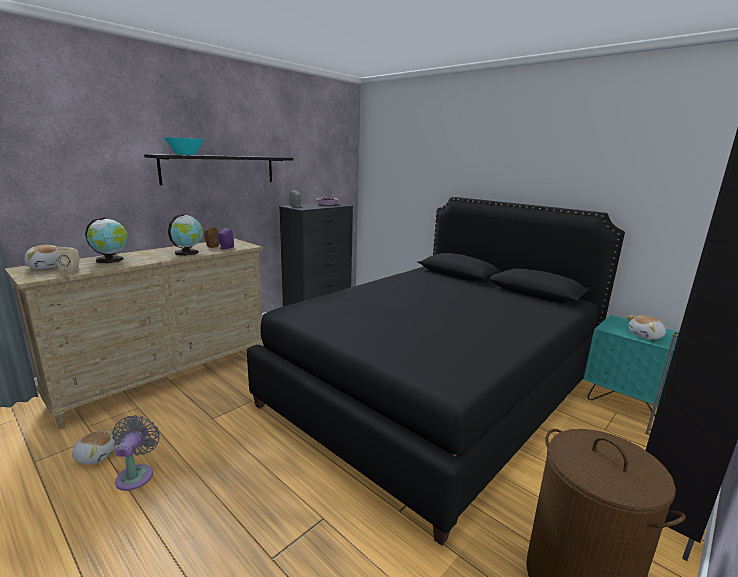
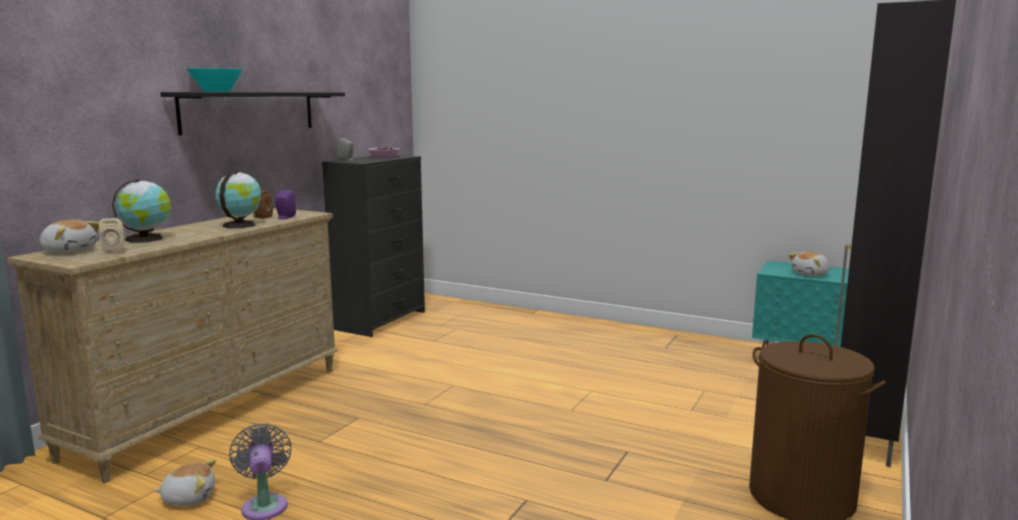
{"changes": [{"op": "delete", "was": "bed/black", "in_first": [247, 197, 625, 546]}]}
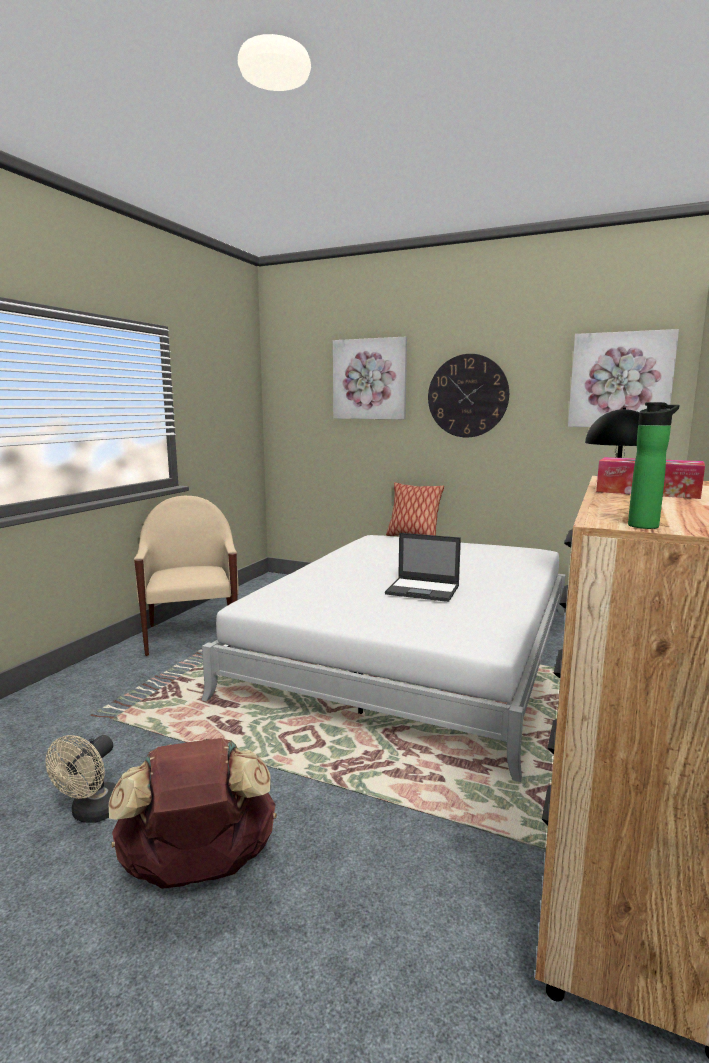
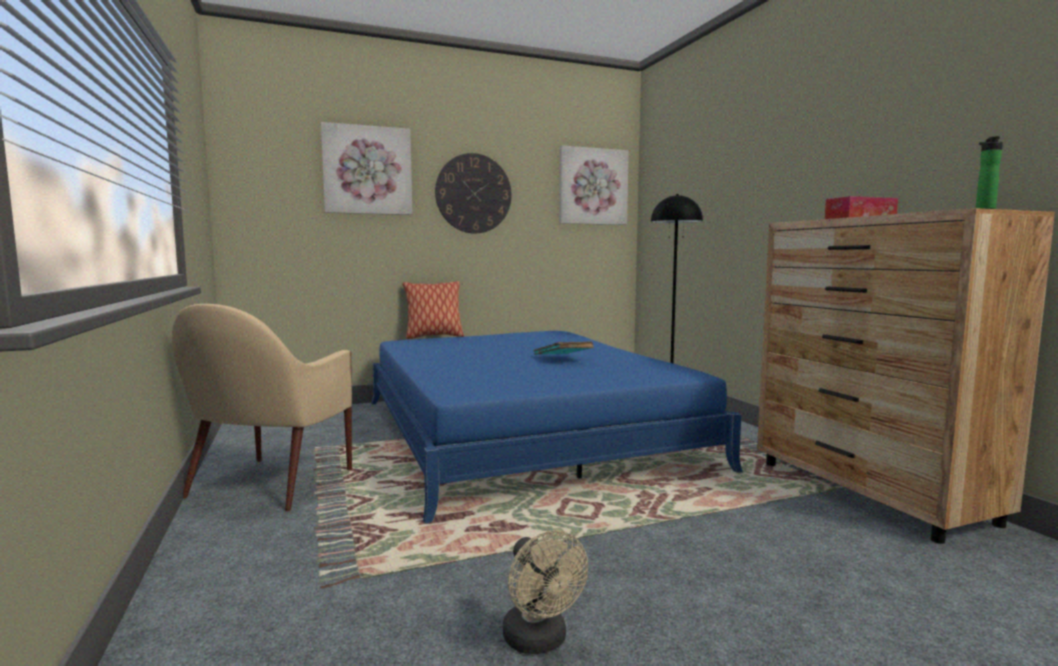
{"changes": [{"op": "rotate", "was": "armchair/beige", "in_first": [134, 496, 238, 656], "in_second": [172, 304, 352, 512], "clockwise": -105}, {"op": "replace", "was": "laptop", "now": "book/turquoise", "in_first": [385, 533, 461, 602], "in_second": [533, 341, 594, 355]}, {"op": "recolor", "was": "bed/white", "now": "bed/blue", "in_first": [201, 535, 566, 782], "in_second": [371, 331, 743, 523]}, {"op": "delete", "was": "backpack/brown", "in_first": [109, 738, 277, 889]}]}
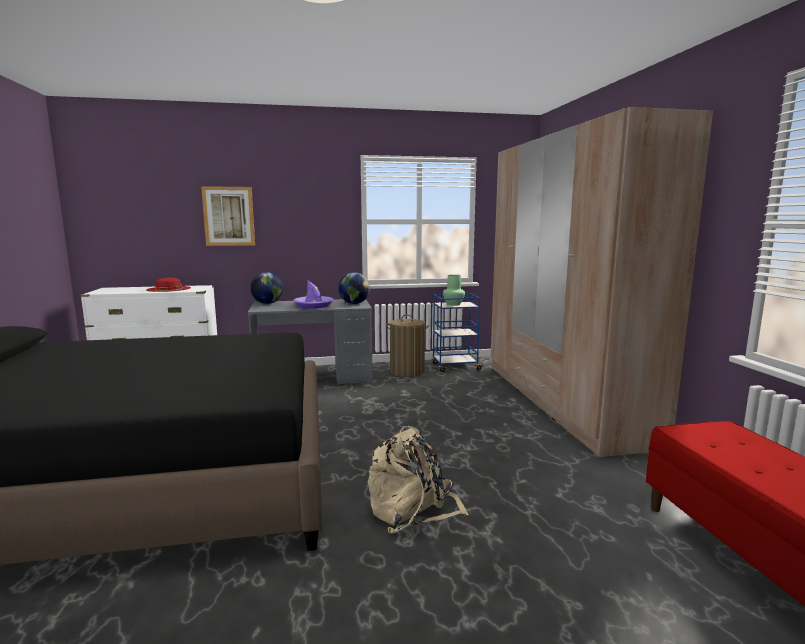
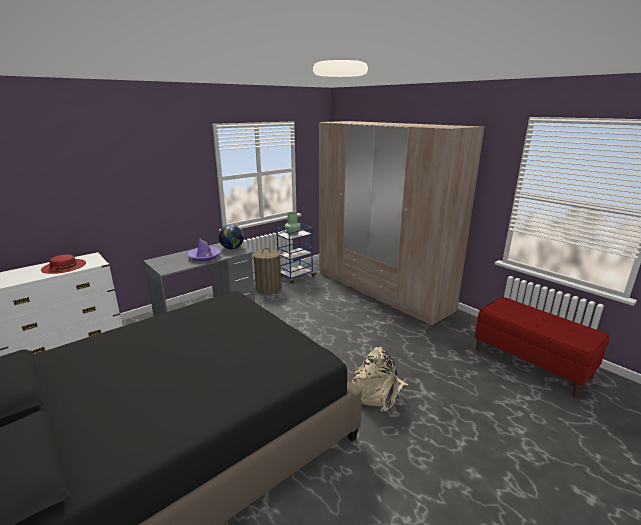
{"changes": [{"op": "delete", "was": "picture", "in_first": [201, 186, 255, 246]}, {"op": "delete", "was": "globe", "in_first": [250, 272, 283, 304]}]}
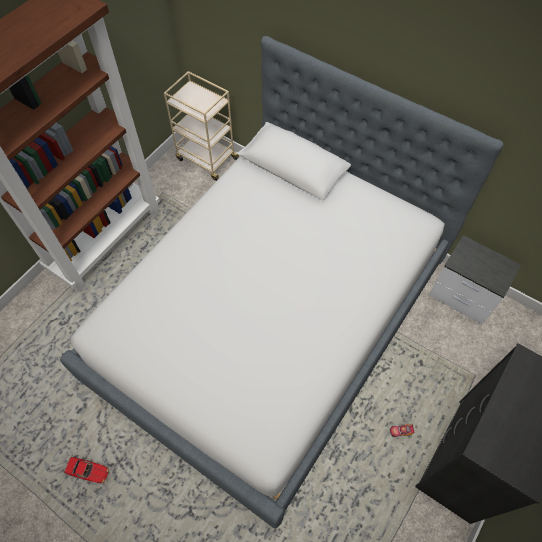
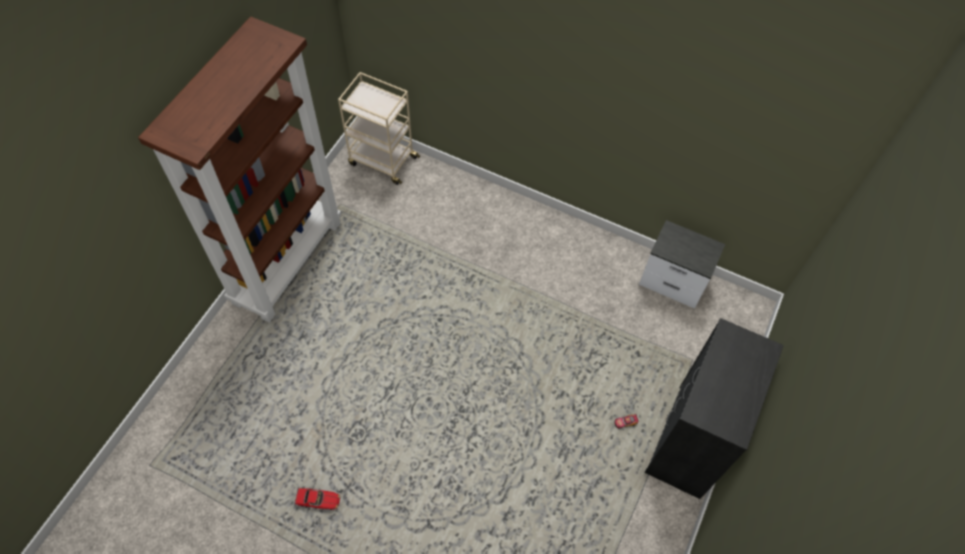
{"changes": [{"op": "delete", "was": "bed", "in_first": [60, 36, 504, 529]}]}
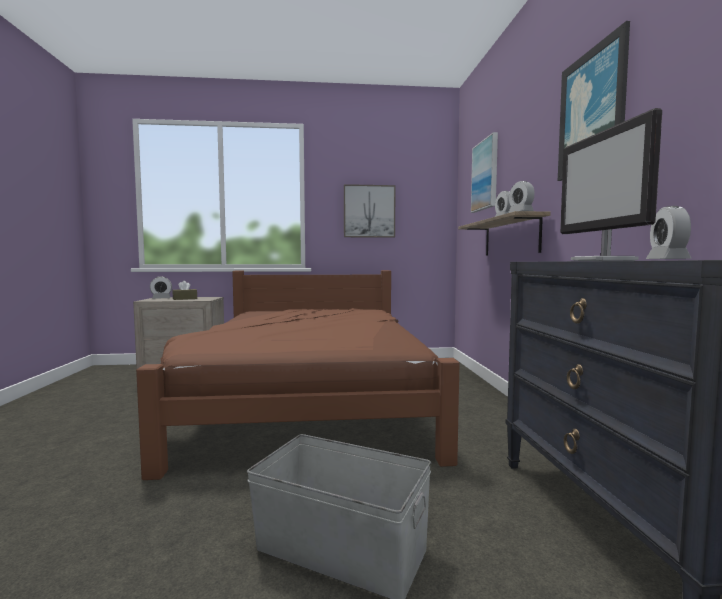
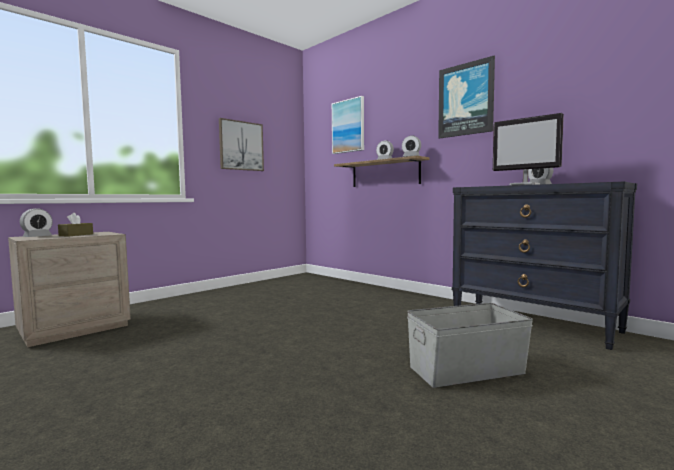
{"changes": [{"op": "delete", "was": "bed/brown", "in_first": [136, 270, 460, 480]}]}
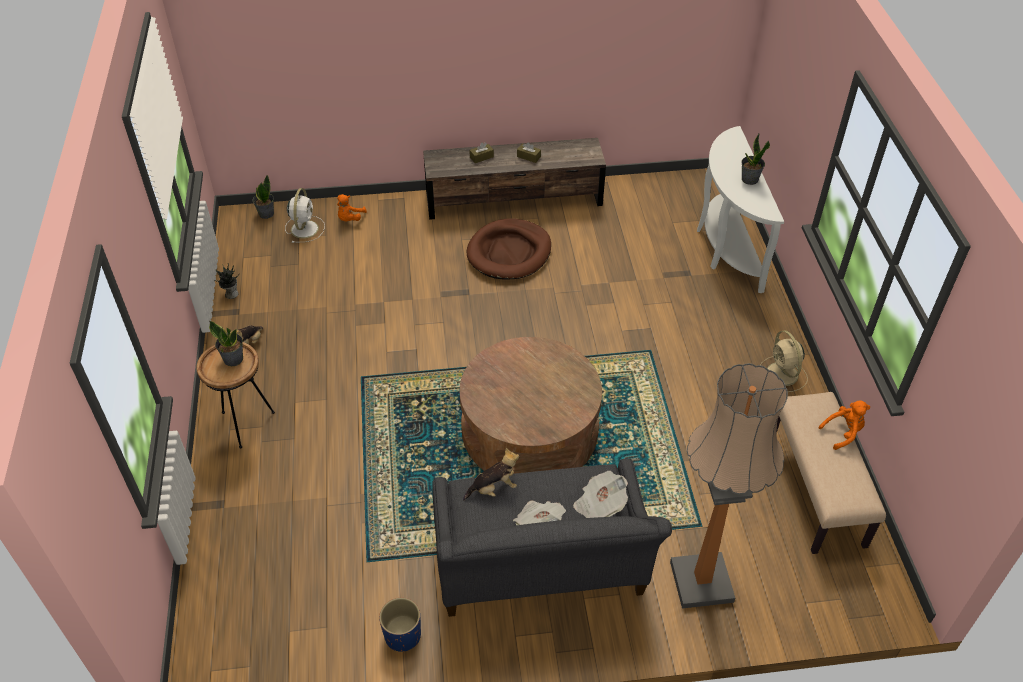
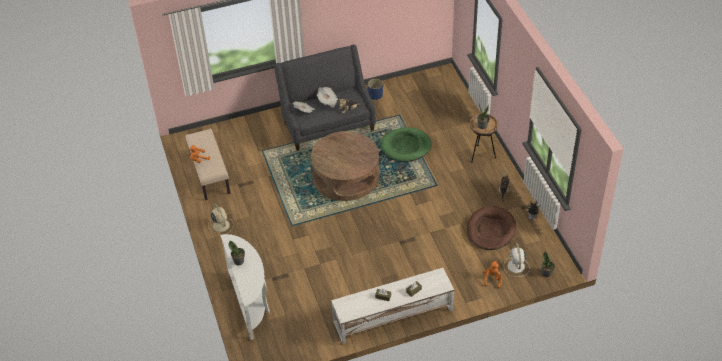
{"changes": [{"op": "recolor", "was": "tv stand/brown", "now": "tv stand/white", "in_first": [423, 138, 606, 220], "in_second": [331, 268, 454, 344]}, {"op": "move", "was": "dog bed/brown", "in_first": [467, 219, 551, 280], "in_second": [467, 206, 516, 250]}, {"op": "delete", "was": "floor lamp", "in_first": [670, 363, 788, 609]}, {"op": "insert", "now": "dog bed/green", "in_second": [381, 127, 432, 162]}]}
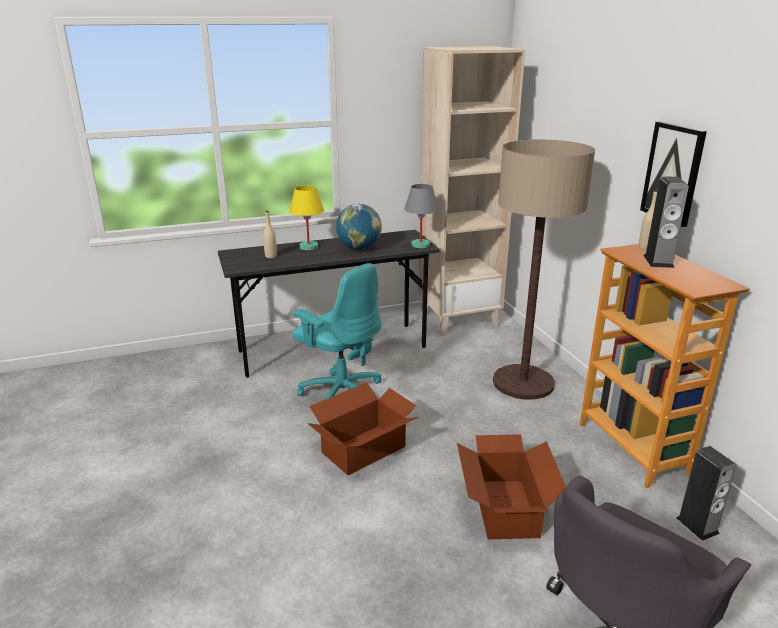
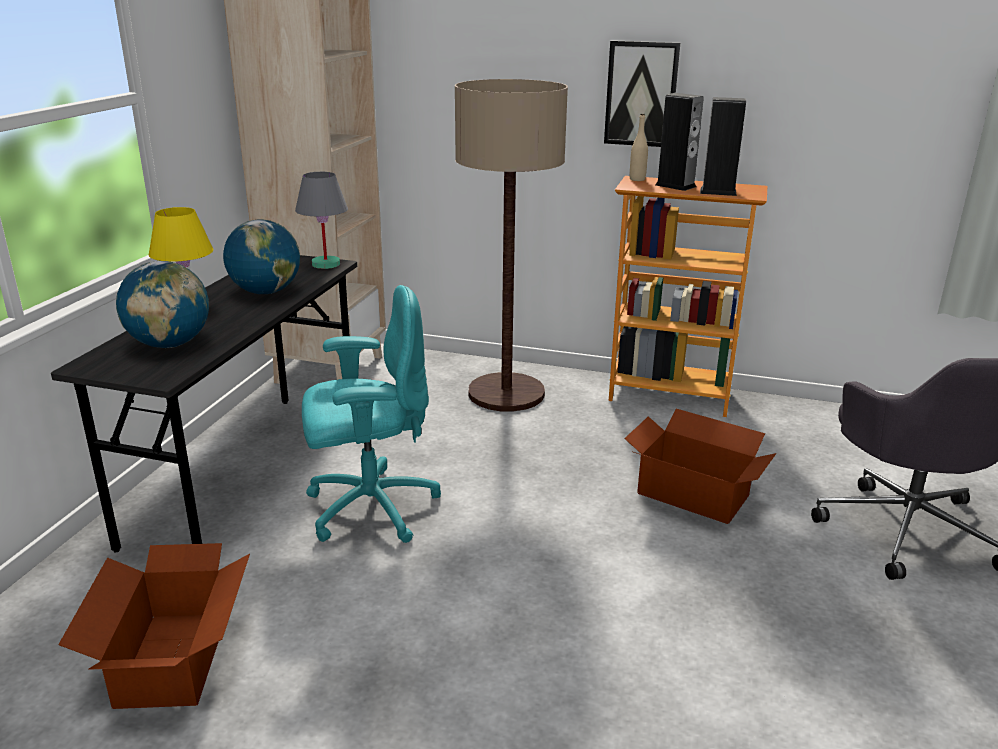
{"changes": [{"op": "replace", "was": "bottle/beige", "now": "globe", "in_first": [263, 211, 277, 258], "in_second": [116, 261, 209, 348]}, {"op": "move", "was": "cardboard box", "in_first": [307, 383, 418, 476], "in_second": [58, 543, 250, 709]}, {"op": "move", "was": "speaker", "in_first": [676, 446, 737, 541], "in_second": [700, 97, 746, 196]}]}
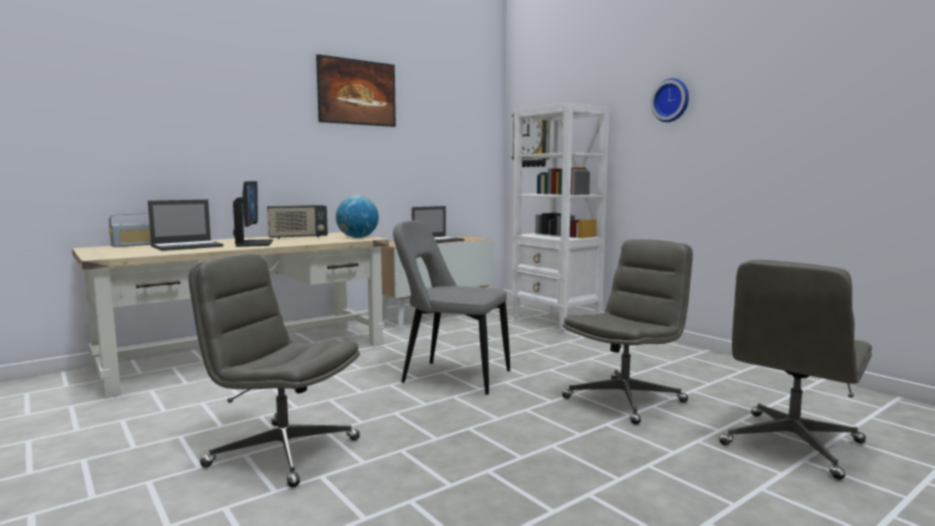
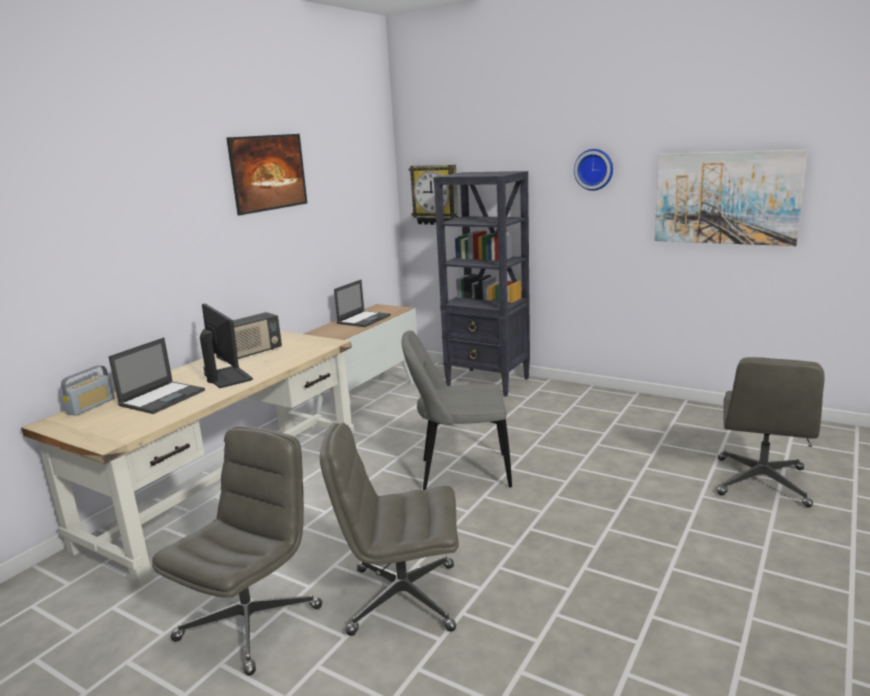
{"changes": [{"op": "recolor", "was": "bookcase/white", "now": "bookcase/black", "in_first": [512, 102, 609, 334], "in_second": [433, 171, 530, 397]}, {"op": "delete", "was": "globe", "in_first": [336, 195, 379, 238]}, {"op": "move", "was": "office chair/grey", "in_first": [562, 239, 693, 425], "in_second": [152, 426, 322, 676]}, {"op": "insert", "now": "picture", "in_second": [655, 150, 808, 246]}]}
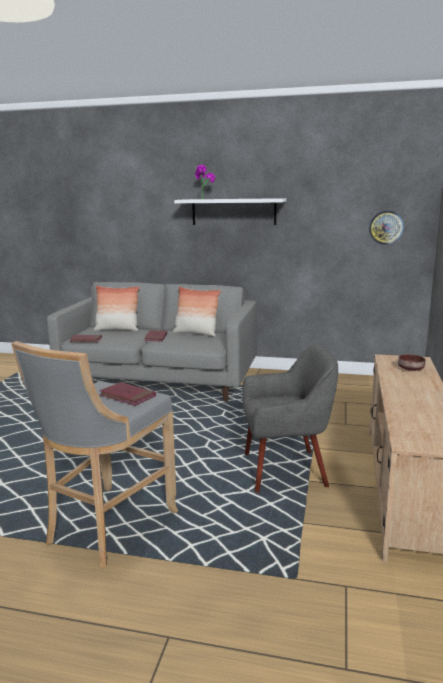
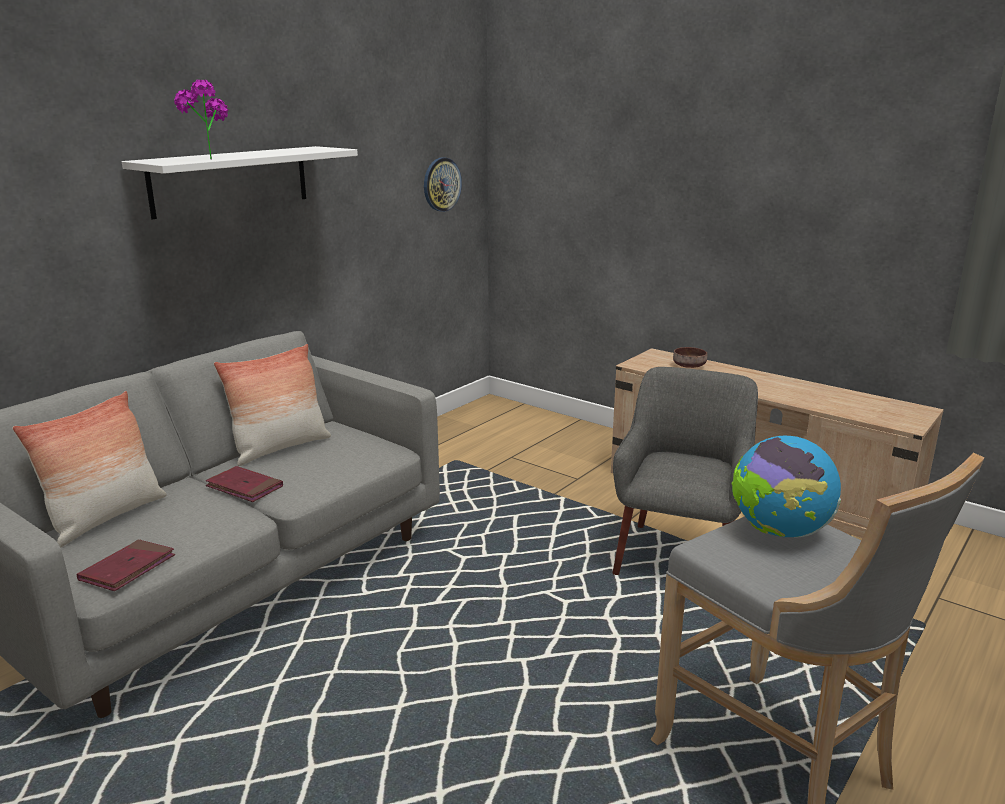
{"changes": [{"op": "replace", "was": "book/red", "now": "globe", "in_first": [99, 382, 156, 406], "in_second": [731, 436, 841, 538]}]}
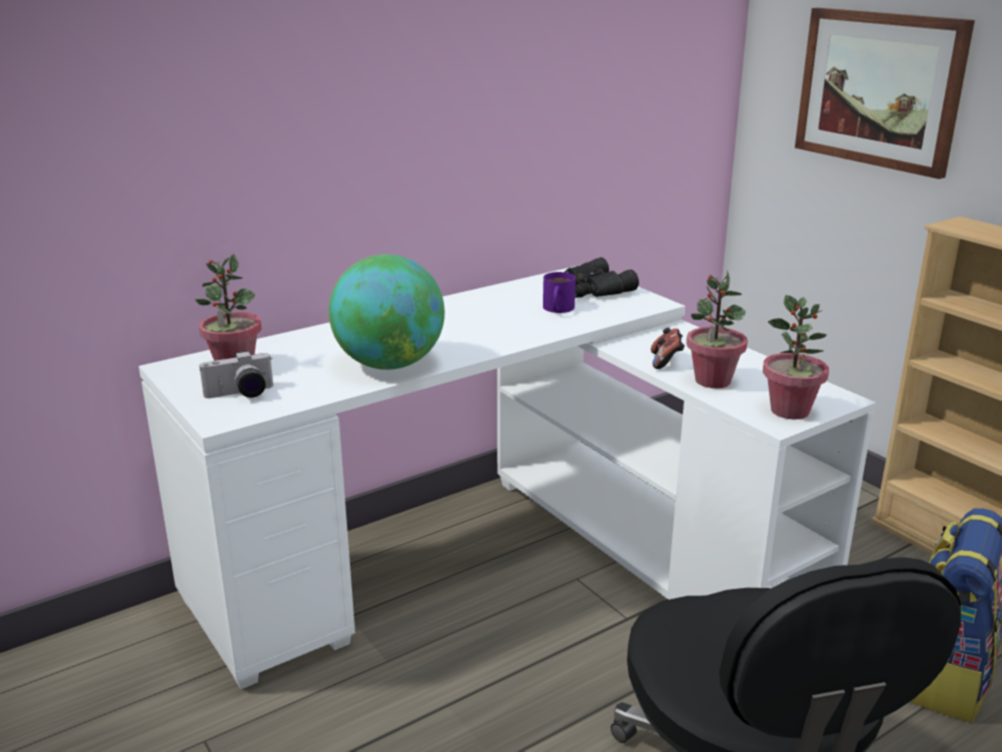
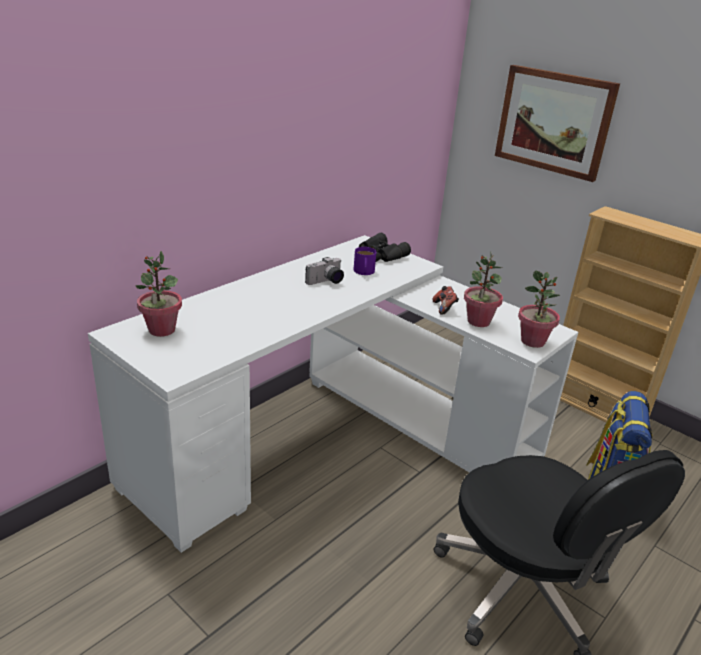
{"changes": [{"op": "delete", "was": "globe", "in_first": [329, 254, 445, 370]}, {"op": "move", "was": "photo camera", "in_first": [199, 351, 273, 398], "in_second": [305, 257, 344, 285]}]}
